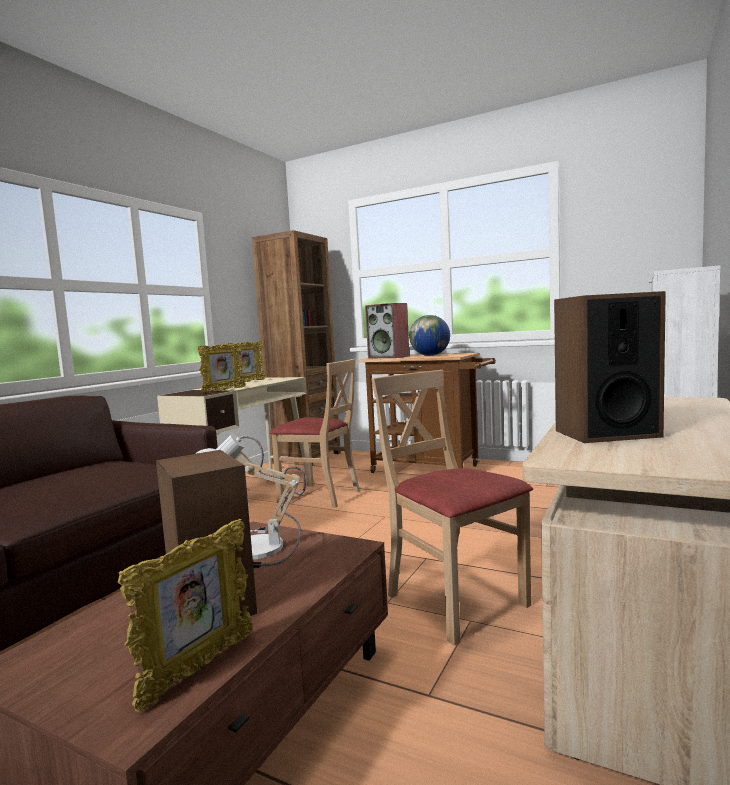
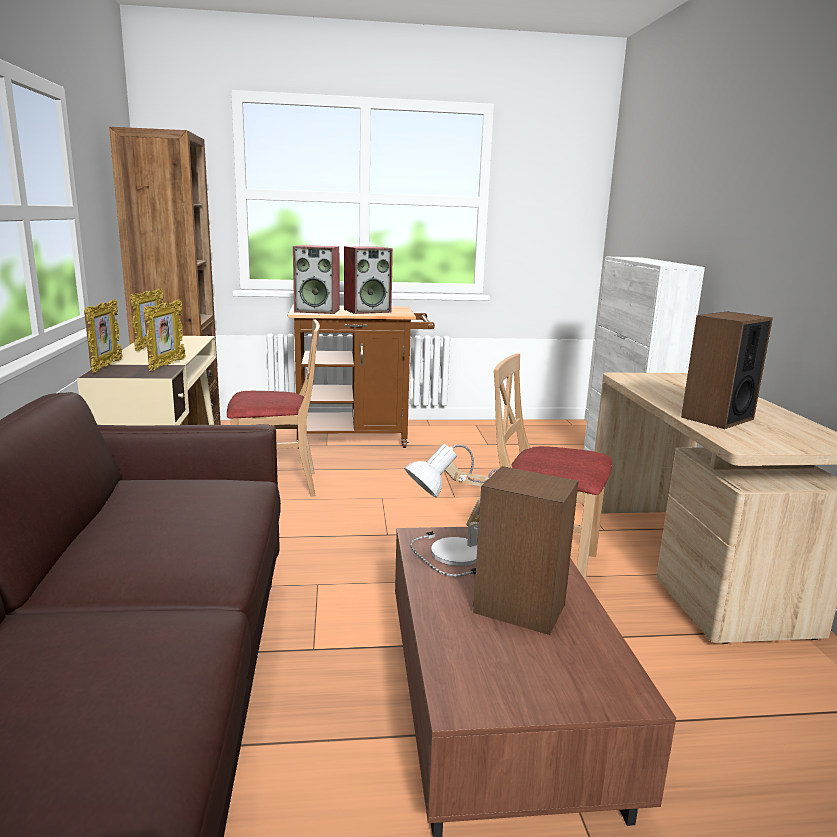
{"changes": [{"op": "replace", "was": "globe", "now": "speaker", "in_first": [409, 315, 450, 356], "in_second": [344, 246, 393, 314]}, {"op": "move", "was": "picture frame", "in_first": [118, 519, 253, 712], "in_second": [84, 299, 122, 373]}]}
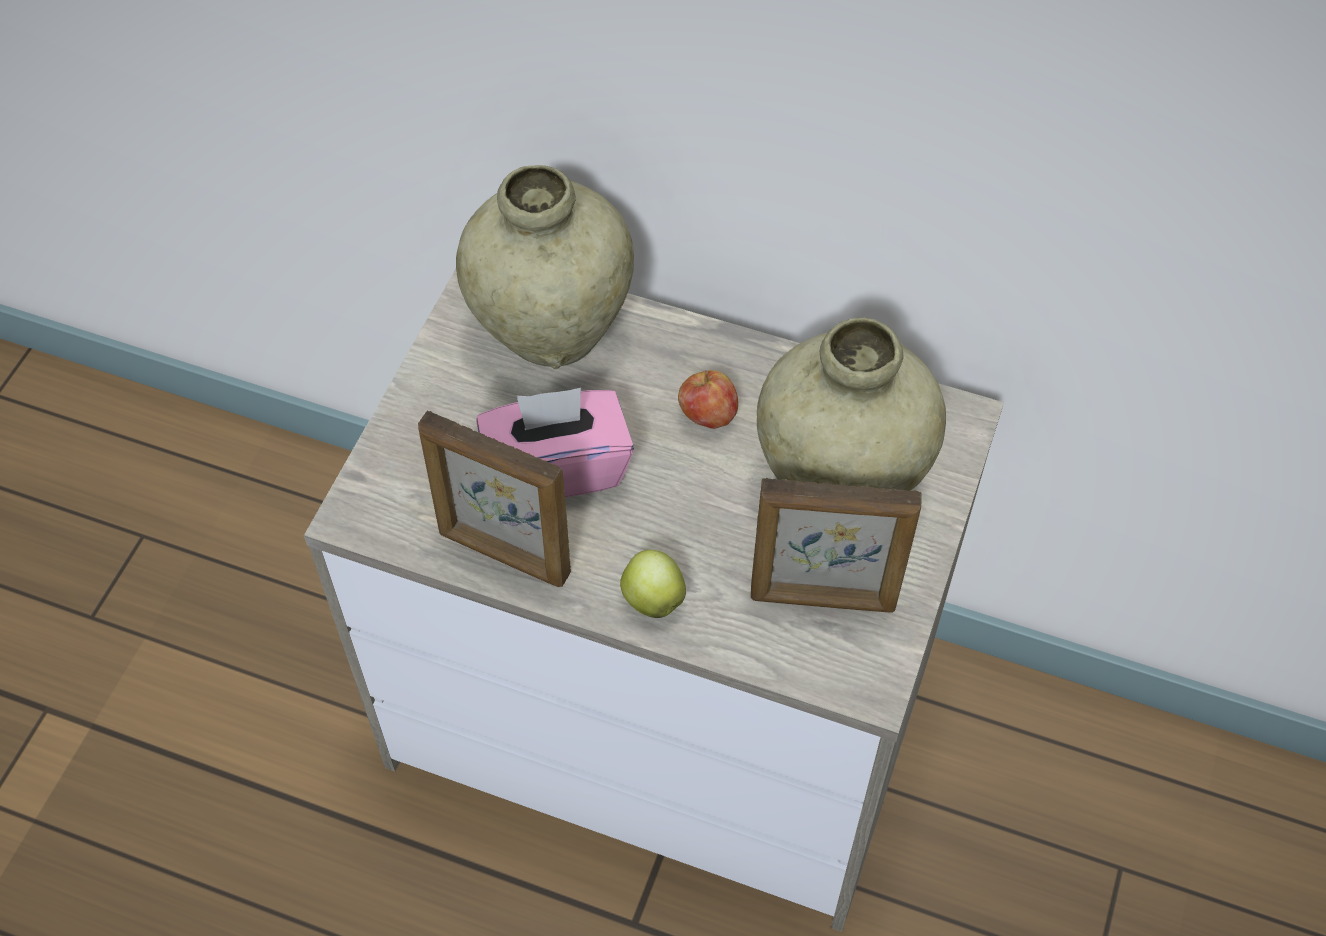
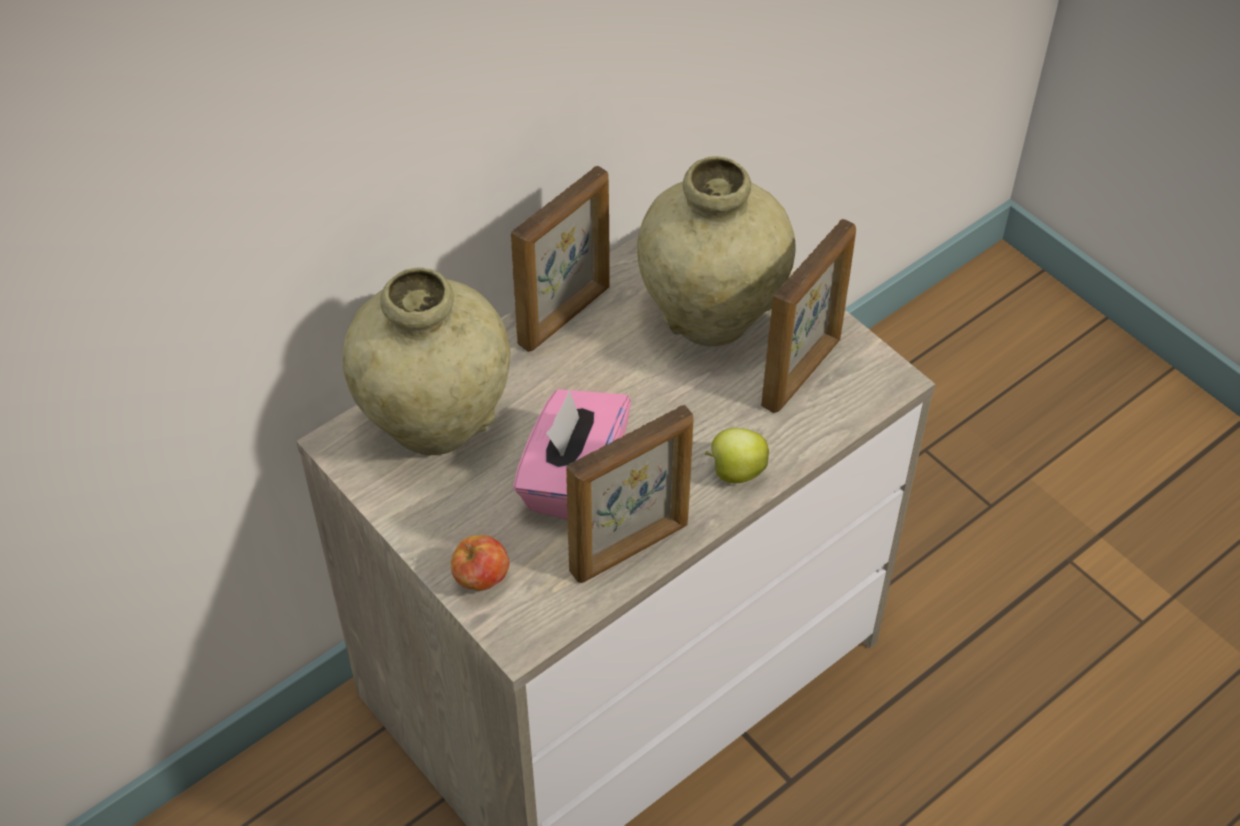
{"changes": [{"op": "move", "was": "apple", "in_first": [678, 370, 738, 429], "in_second": [451, 535, 510, 591]}, {"op": "insert", "now": "picture frame", "in_second": [511, 166, 610, 352]}]}
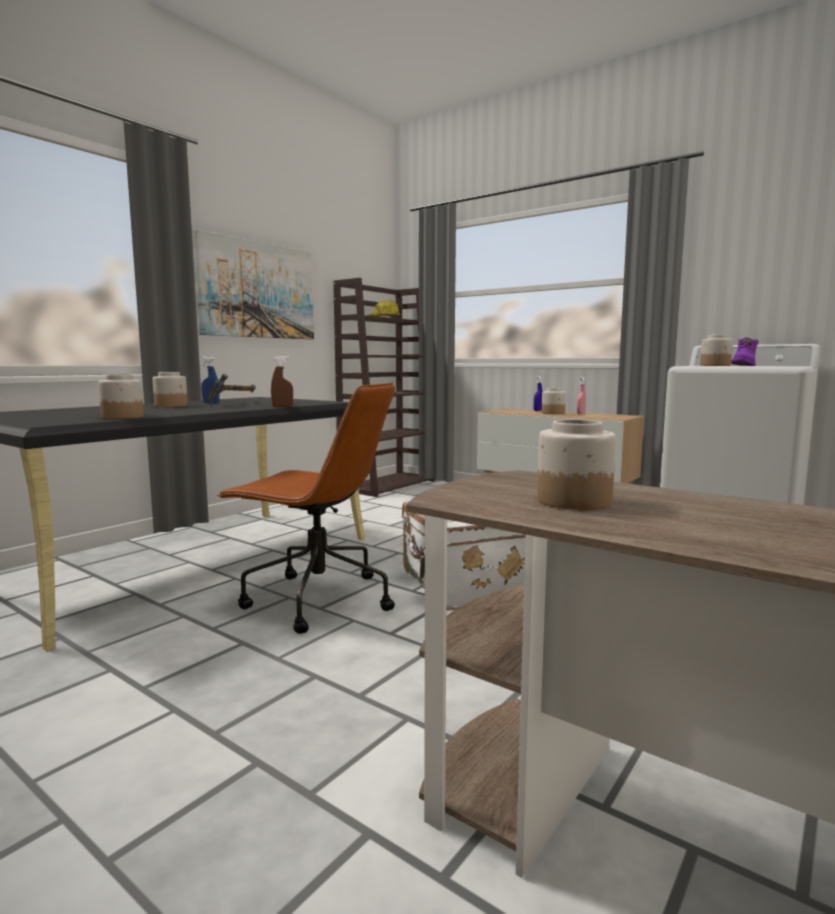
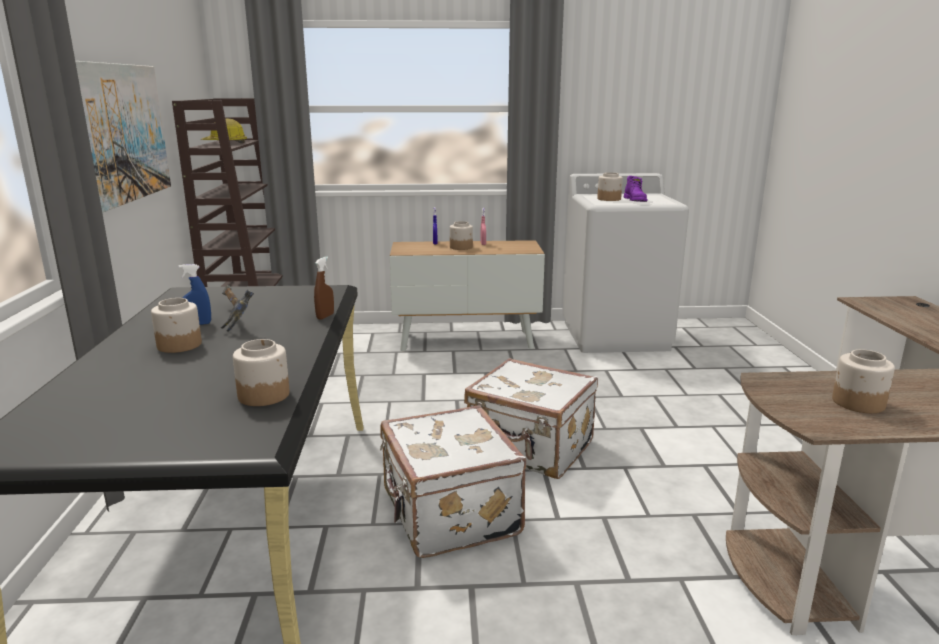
{"changes": [{"op": "replace", "was": "office chair/brown", "now": "suitcase/white", "in_first": [217, 382, 395, 634], "in_second": [380, 405, 526, 558]}]}
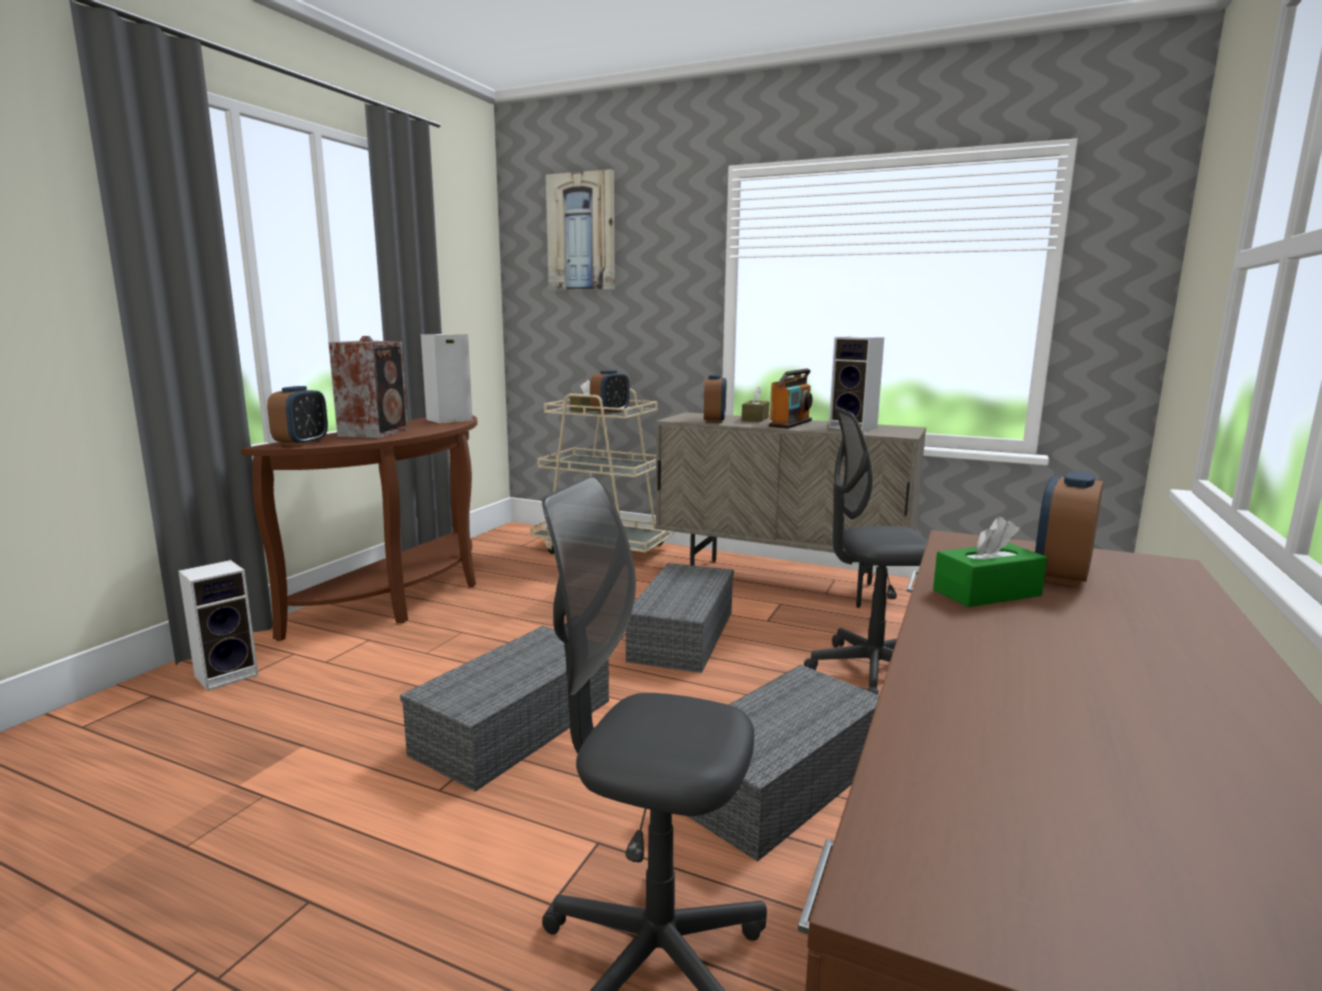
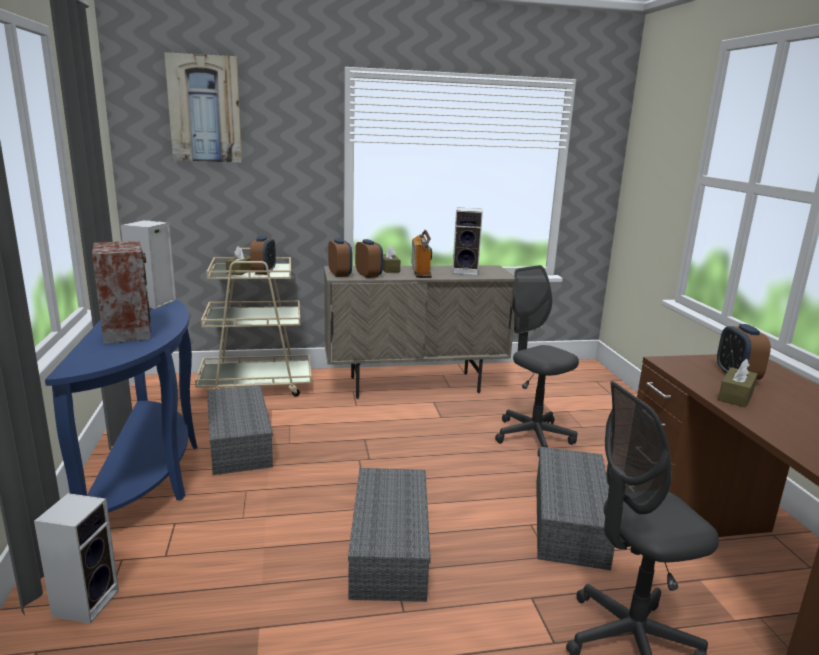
{"changes": [{"op": "move", "was": "alarm clock", "in_first": [267, 386, 328, 446], "in_second": [328, 238, 352, 277]}, {"op": "rotate", "was": "office chair/grey", "in_first": [804, 406, 928, 695], "in_second": [495, 265, 579, 457], "clockwise": 90}, {"op": "recolor", "was": "console table/brown", "now": "console table/blue", "in_first": [241, 415, 477, 641], "in_second": [45, 299, 198, 513]}, {"op": "recolor", "was": "tissue box/green", "now": "tissue box/brown", "in_first": [933, 516, 1047, 607], "in_second": [718, 359, 758, 407]}, {"op": "move", "was": "storage box/grey", "in_first": [626, 563, 734, 673], "in_second": [207, 385, 273, 475]}]}
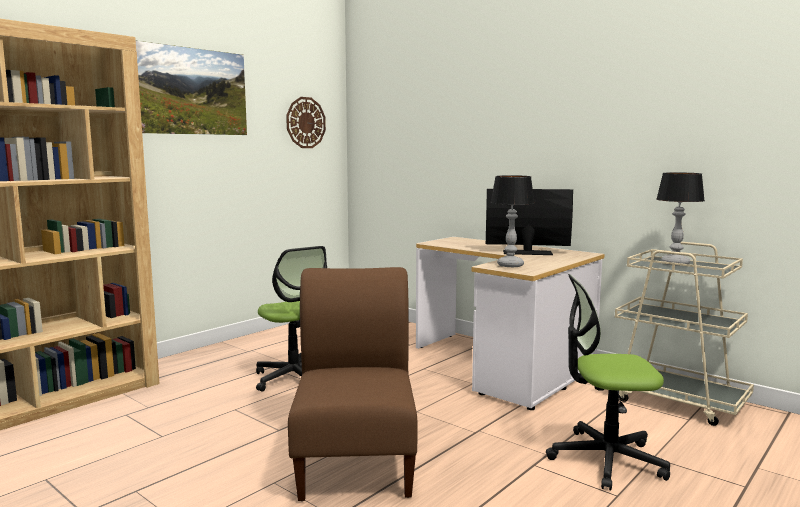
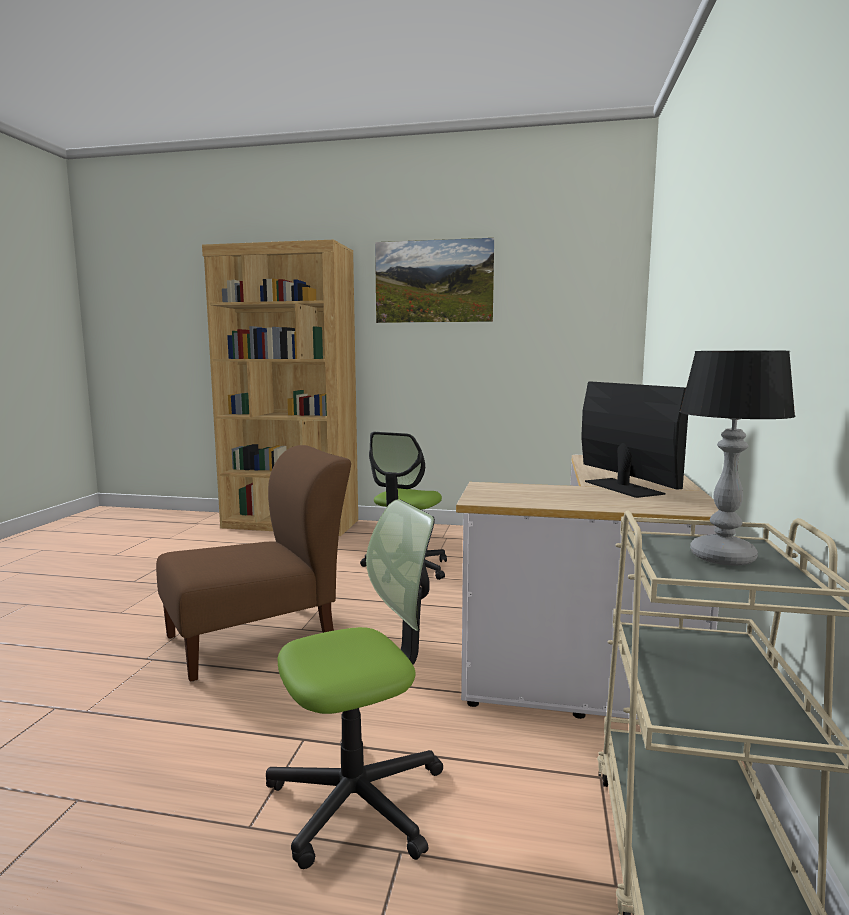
{"changes": [{"op": "delete", "was": "wall clock", "in_first": [286, 97, 326, 148]}, {"op": "delete", "was": "table lamp", "in_first": [490, 175, 534, 267]}, {"op": "rotate", "was": "office chair", "in_first": [546, 274, 670, 490], "in_second": [266, 499, 443, 869], "clockwise": 90}]}
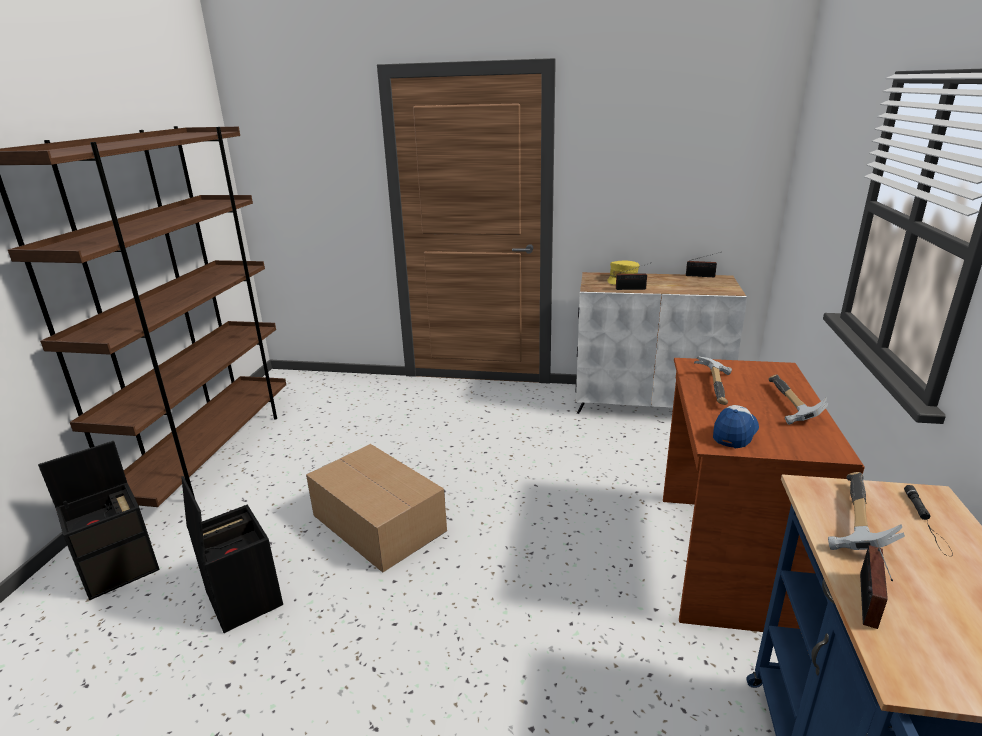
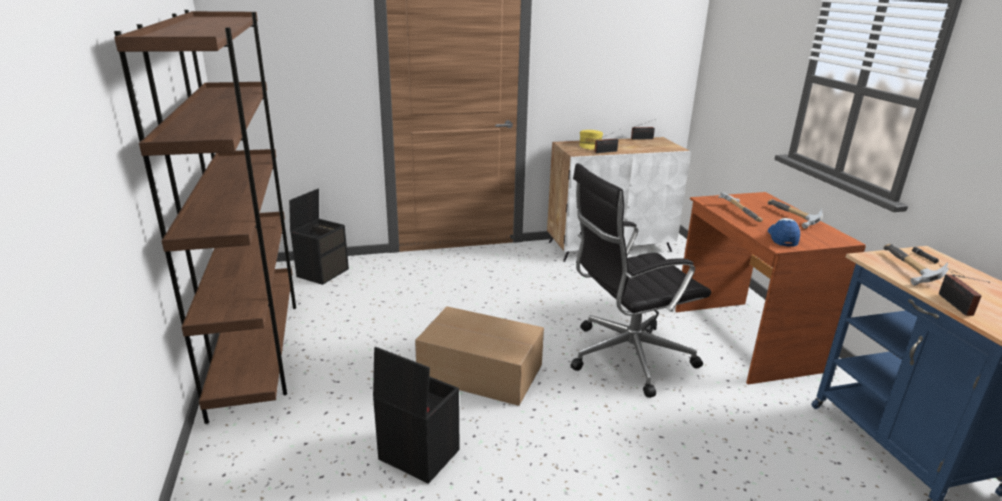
{"changes": [{"op": "move", "was": "storage box/black", "in_first": [38, 441, 160, 600], "in_second": [289, 188, 349, 285]}, {"op": "insert", "now": "office chair/black", "in_second": [570, 163, 711, 398]}]}
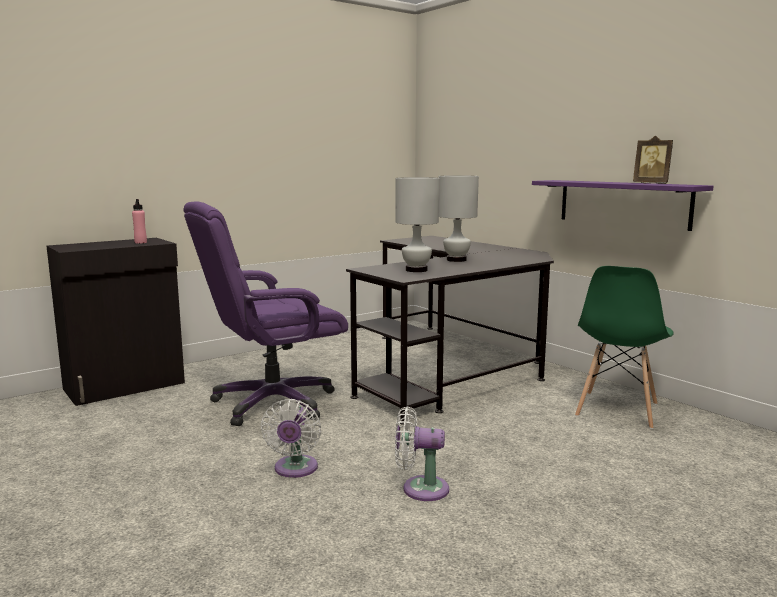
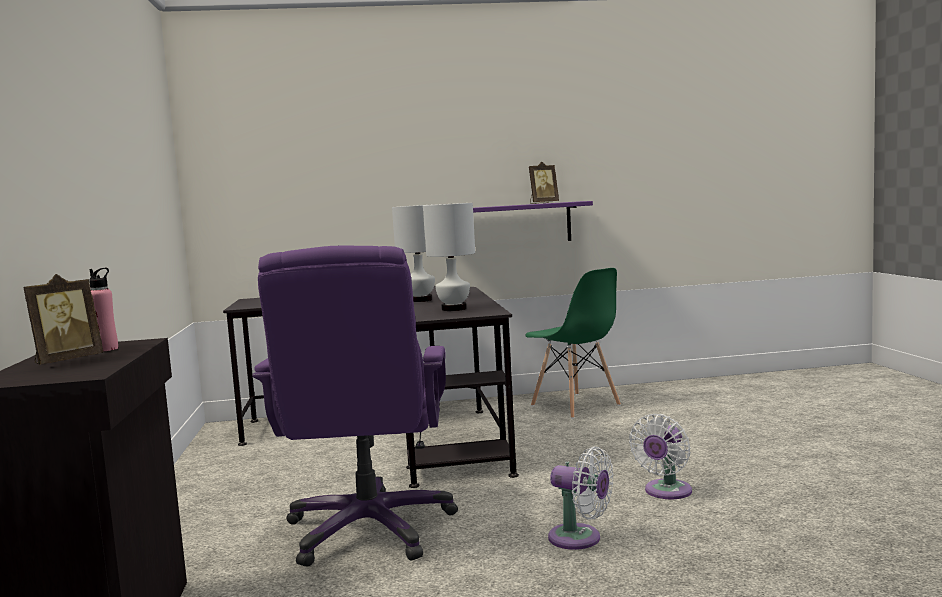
{"changes": [{"op": "insert", "now": "picture frame", "in_second": [23, 274, 103, 365]}]}
